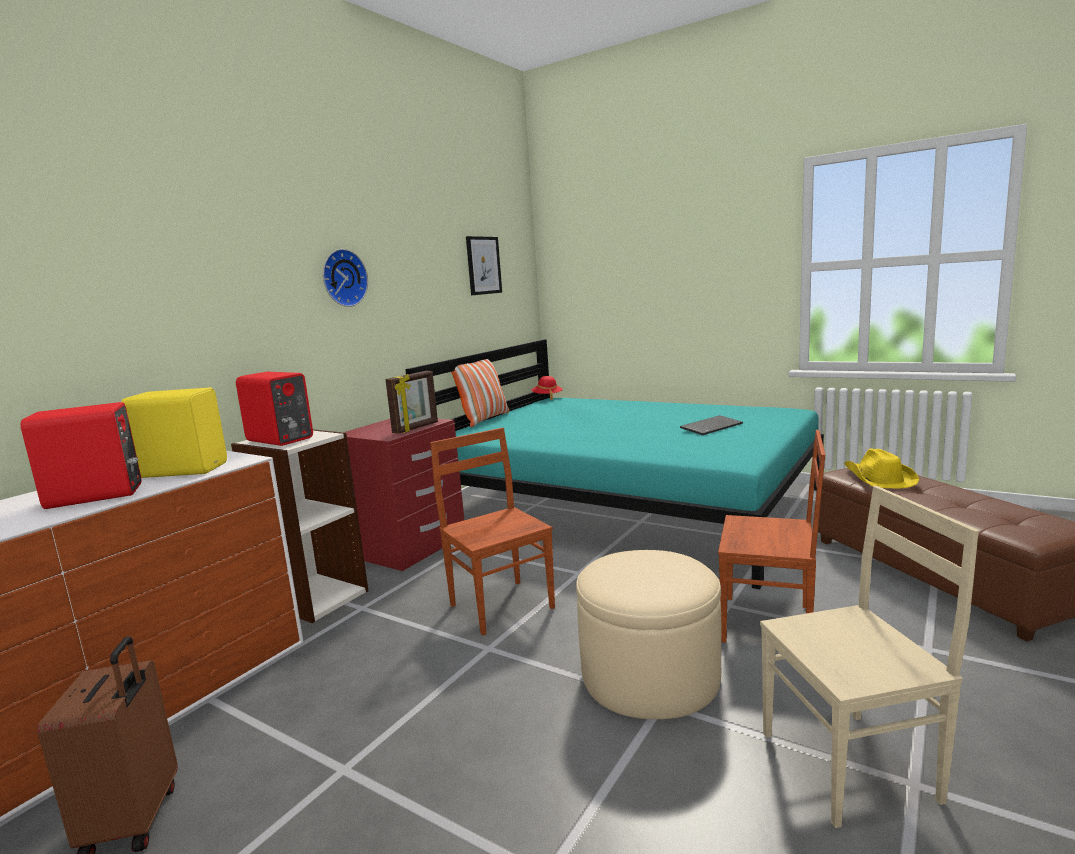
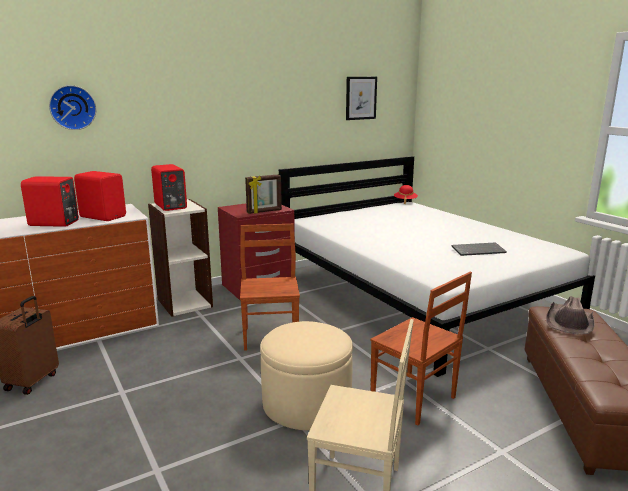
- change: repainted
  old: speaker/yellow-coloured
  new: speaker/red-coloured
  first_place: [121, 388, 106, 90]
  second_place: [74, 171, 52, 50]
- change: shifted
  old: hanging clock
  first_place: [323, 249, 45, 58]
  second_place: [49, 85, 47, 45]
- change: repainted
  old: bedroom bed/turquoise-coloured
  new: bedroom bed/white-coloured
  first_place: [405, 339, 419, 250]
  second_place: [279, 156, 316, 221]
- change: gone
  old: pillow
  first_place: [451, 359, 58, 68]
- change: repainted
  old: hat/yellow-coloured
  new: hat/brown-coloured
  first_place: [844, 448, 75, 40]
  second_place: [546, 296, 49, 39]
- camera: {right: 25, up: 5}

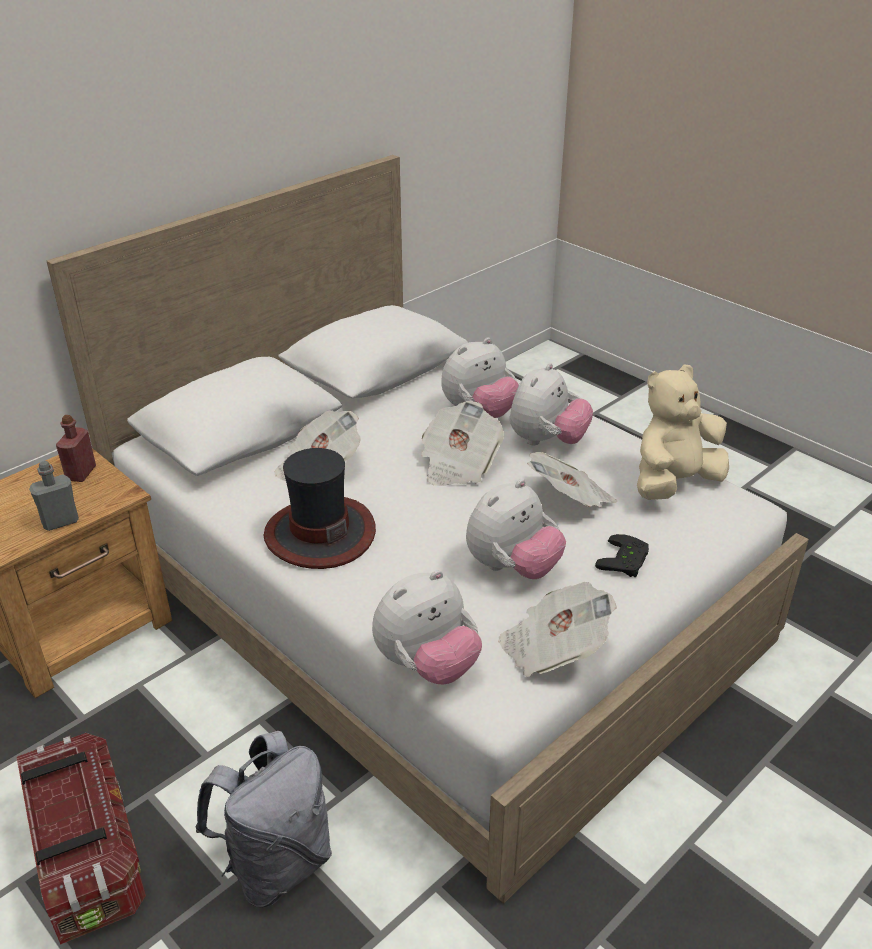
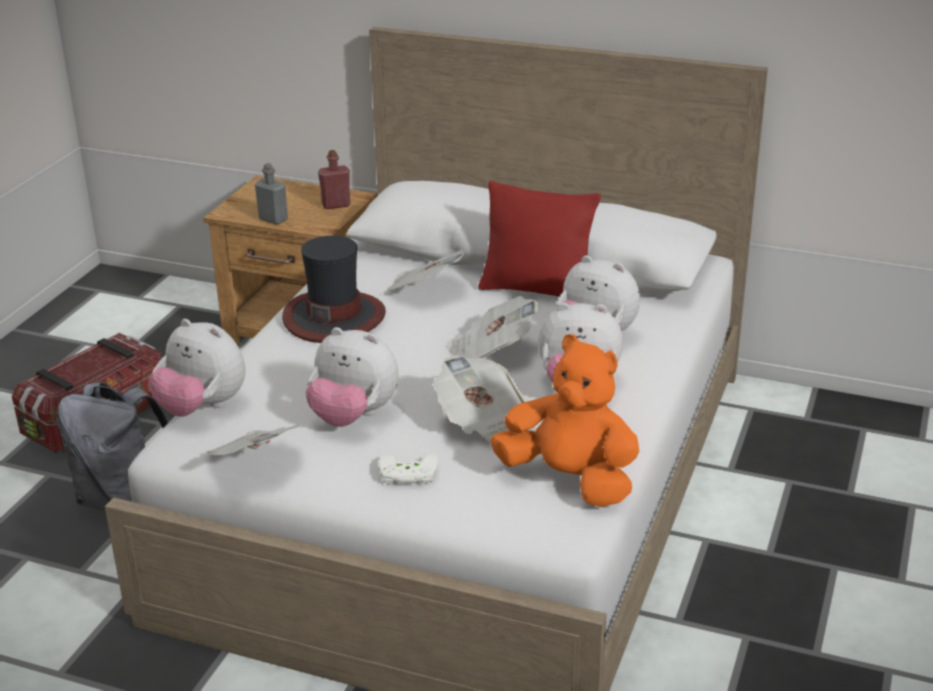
- change: repainted
  old: game controller/black
  new: game controller/white-coloured
  first_place: [595, 534, 54, 43]
  second_place: [379, 454, 59, 31]
- change: repainted
  old: cuddly toy/sand-coloured
  new: cuddly toy/orange
  first_place: [637, 364, 92, 136]
  second_place: [490, 334, 150, 173]
- change: new
  new: pillow/red-coloured
  second_place: [478, 181, 123, 116]
- camera: {right: 65, up: -5}

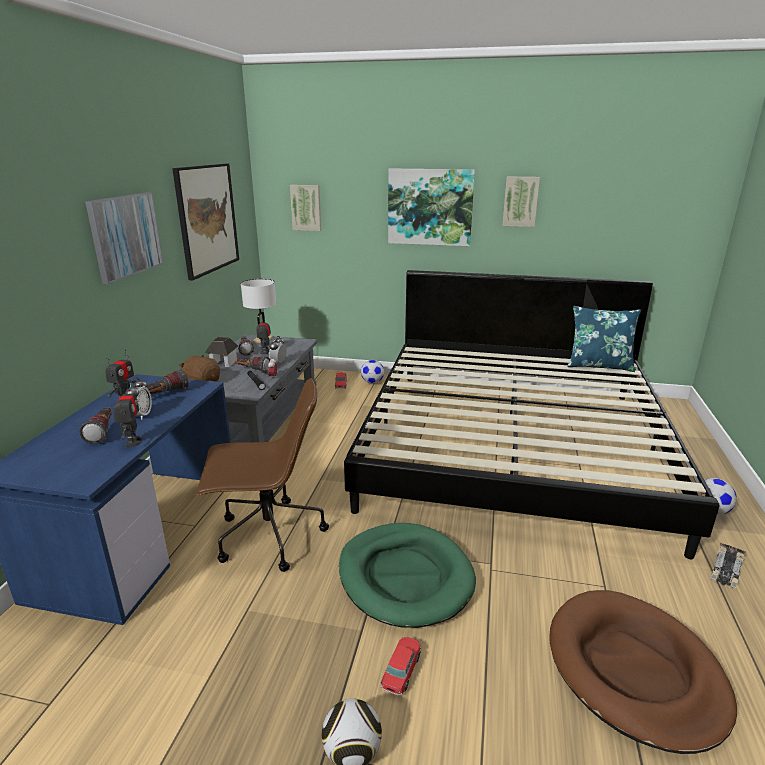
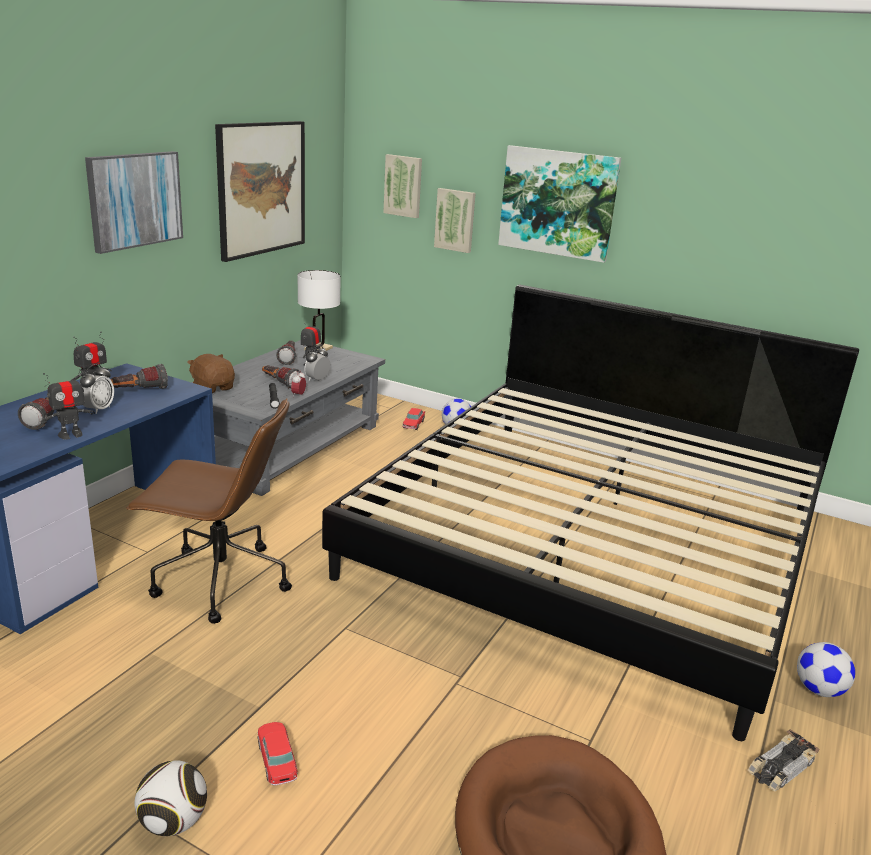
- change: rotated
  old: robot figure
  first_place: [113, 382, 30, 65]
  second_place: [41, 369, 54, 71]
  degrees: 45
- change: gone
  old: toy house
  first_place: [205, 337, 33, 30]
- change: gone
  old: dog cushion/greenish
  first_place: [339, 523, 137, 105]
- change: rotated
  old: model car
  first_place: [381, 637, 40, 58]
  second_place: [257, 722, 41, 63]
  degrees: -60
- change: shifted
  old: wall art
  first_place: [502, 177, 38, 50]
  second_place: [434, 188, 42, 65]
- change: gone
  old: pillow/blue
  first_place: [567, 306, 74, 66]
- camera: {right: 15, up: 0}

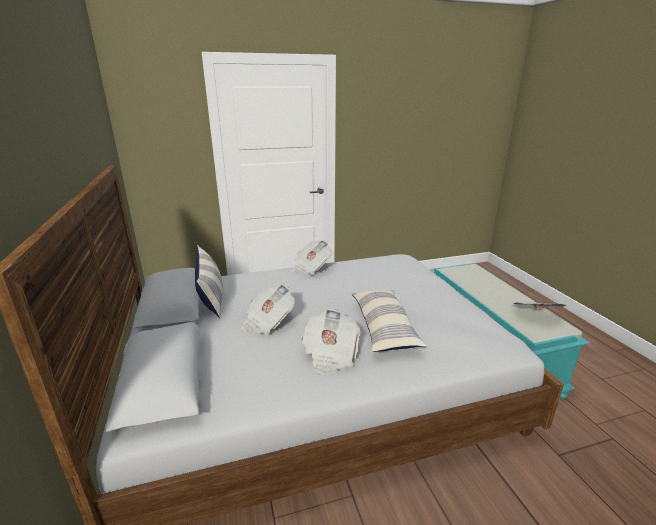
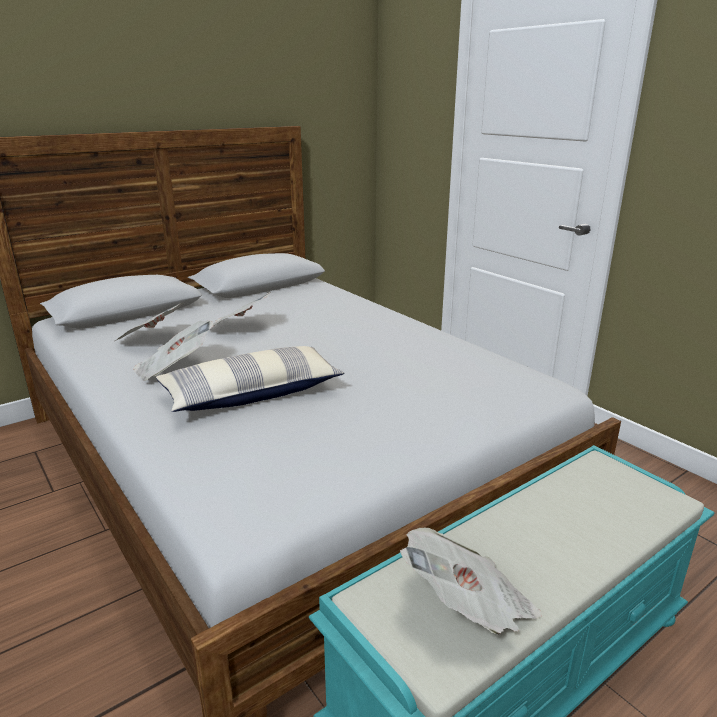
- change: gone
  old: pillow
  first_place: [195, 245, 28, 73]
- change: shifted
  old: newspaper
  first_place: [291, 240, 42, 35]
  second_place: [115, 302, 70, 39]
- camera: {right: 70, up: 0}

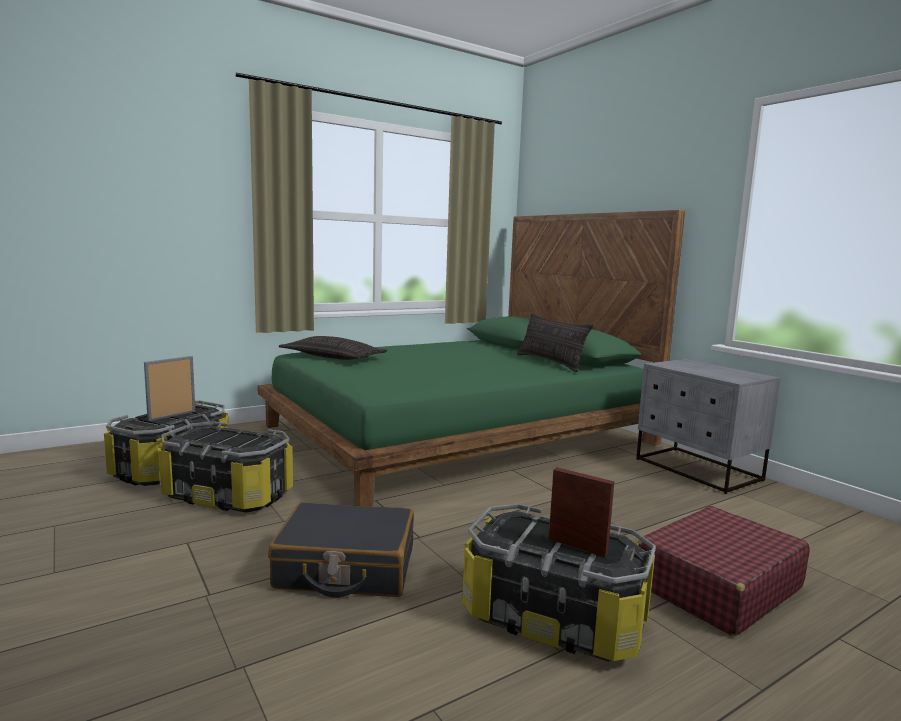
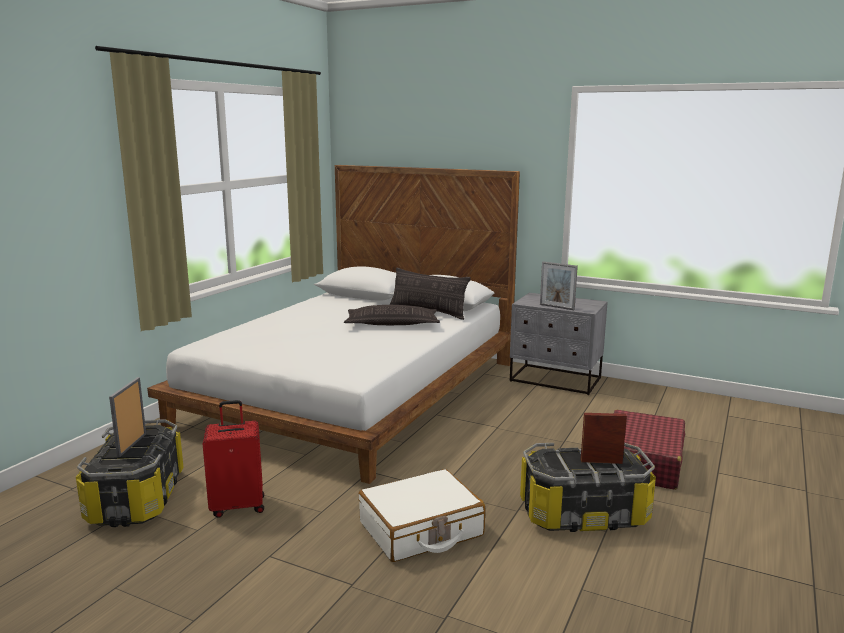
- change: swapped
  old: storage container
  new: travel case/red-coloured
  first_place: [158, 422, 135, 90]
  second_place: [203, 400, 61, 118]
- change: repainted
  old: bedroom bed/greenish
  new: bedroom bed/white-coloured
  first_place: [258, 210, 427, 297]
  second_place: [147, 165, 373, 319]
- change: repainted
  old: travel case/black
  new: travel case/white-coloured
  first_place: [268, 502, 146, 96]
  second_place: [358, 469, 127, 93]
- change: shifted
  old: pillow
  first_place: [278, 336, 109, 24]
  second_place: [344, 305, 96, 20]
- change: new
  new: photo frame
  second_place: [540, 261, 38, 49]
- camera: {right: -30, up: 5}

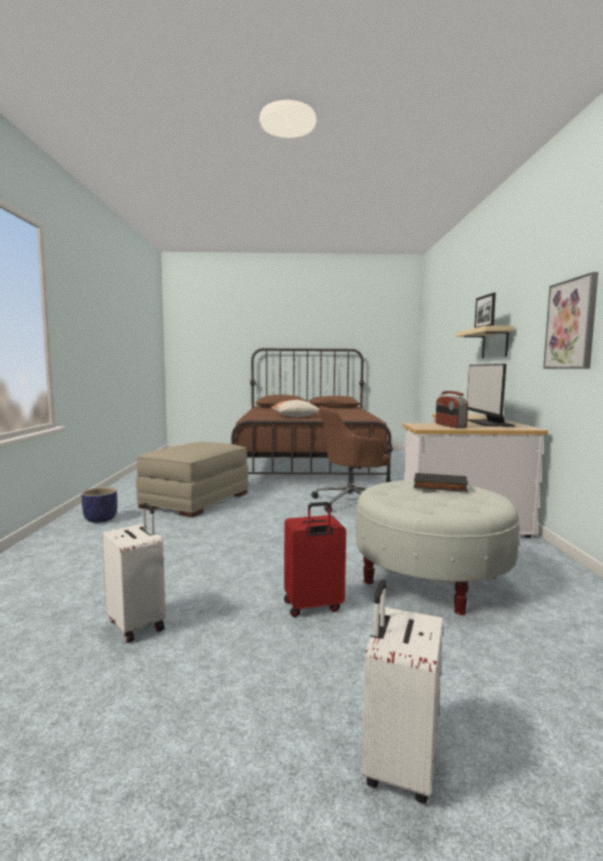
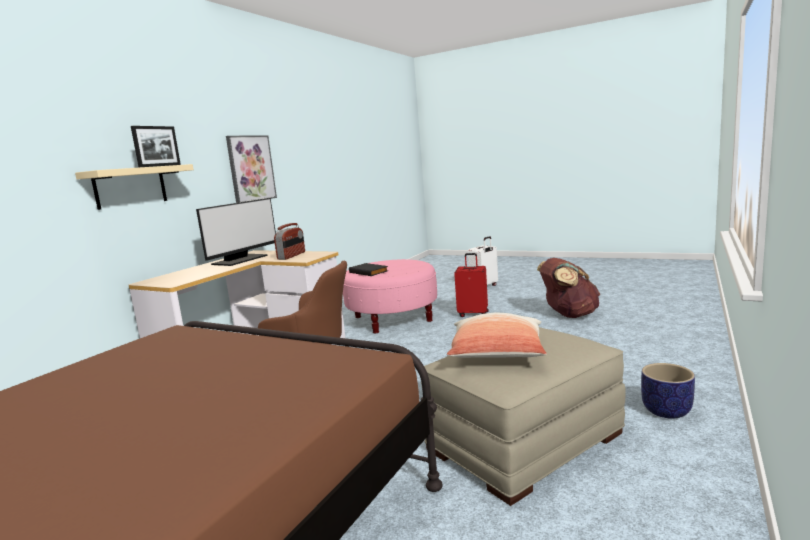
- change: swapped
  old: travel case/white-coloured
  new: rucksack/brown-coloured
  first_place: [102, 503, 64, 140]
  second_place: [537, 258, 64, 60]
- change: shifted
  old: pillow
  first_place: [271, 400, 48, 17]
  second_place: [447, 313, 100, 45]
- change: repainted
  old: footrest/white-coloured
  new: footrest/pink-coloured
  first_place: [355, 480, 165, 135]
  second_place: [343, 259, 94, 74]
- camera: {right: -150, up: 5}

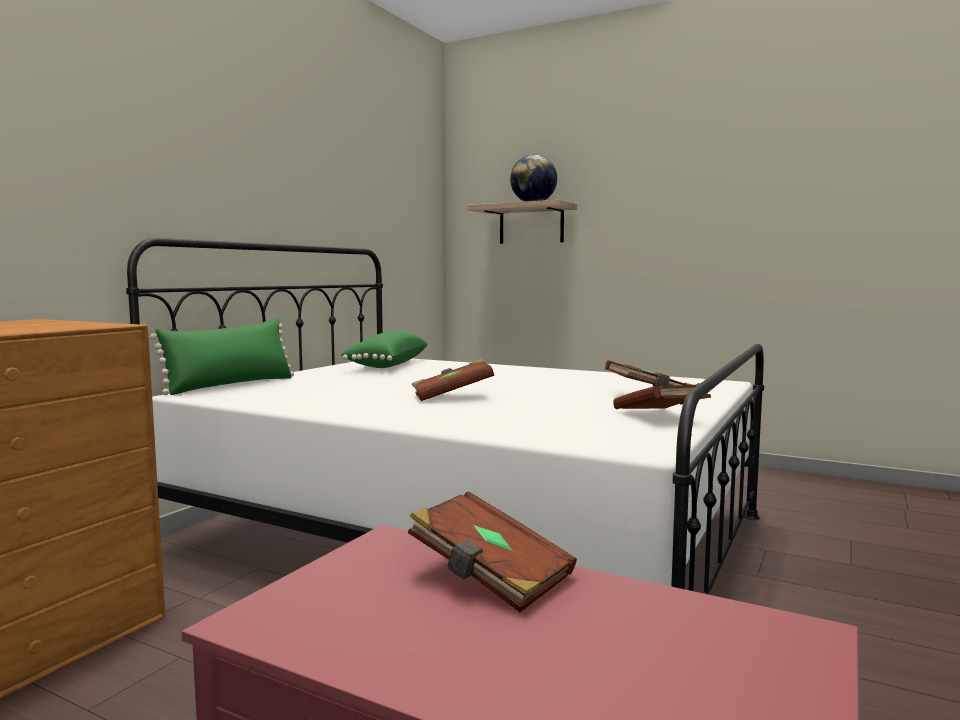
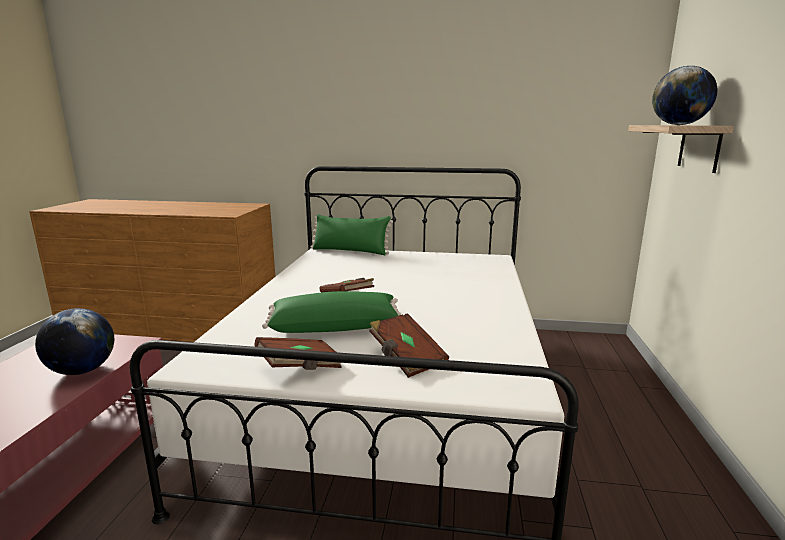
- change: shifted
  old: pillow/greenish
  first_place: [341, 331, 87, 37]
  second_place: [262, 291, 139, 42]
- change: swapped
  old: bound book/brown-coloured
  new: world globe
  first_place: [408, 491, 169, 121]
  second_place: [35, 308, 79, 67]
- camera: {right: 70, up: 10}

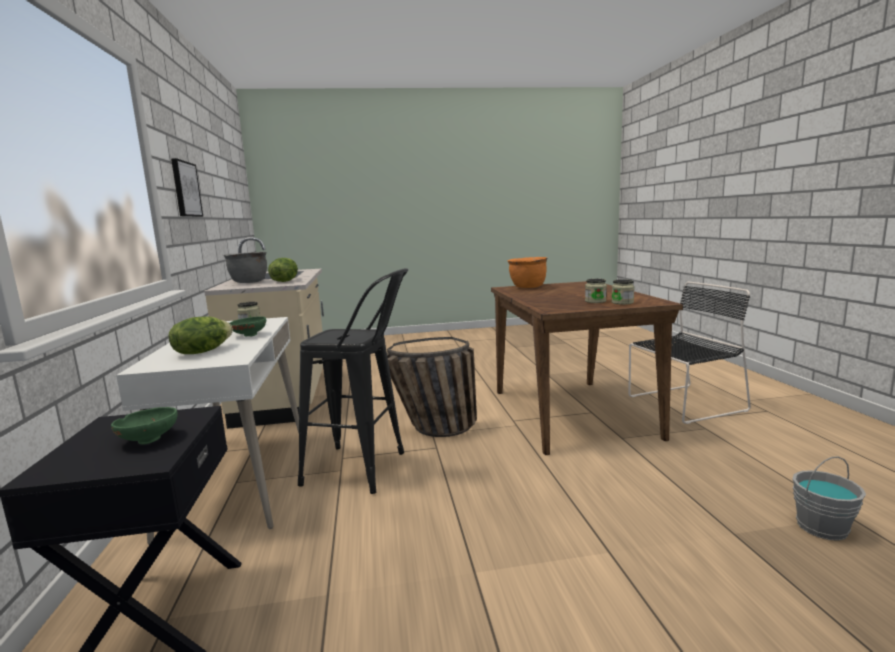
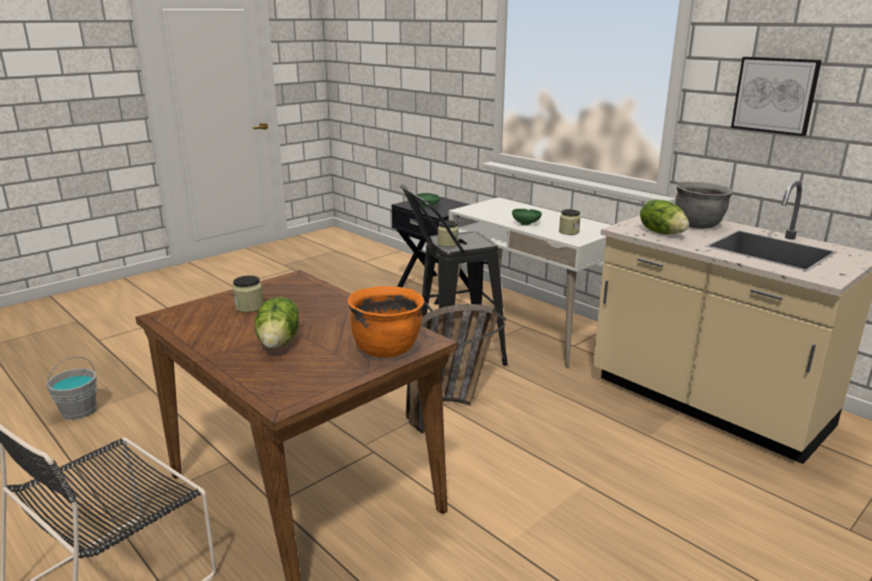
- change: shifted
  old: head of lettuce
  first_place: [169, 316, 64, 38]
  second_place: [255, 297, 44, 52]
- change: shifted
  old: jar
  first_place: [611, 279, 23, 26]
  second_place: [438, 220, 21, 27]
- camera: {right: 145, up: 10}

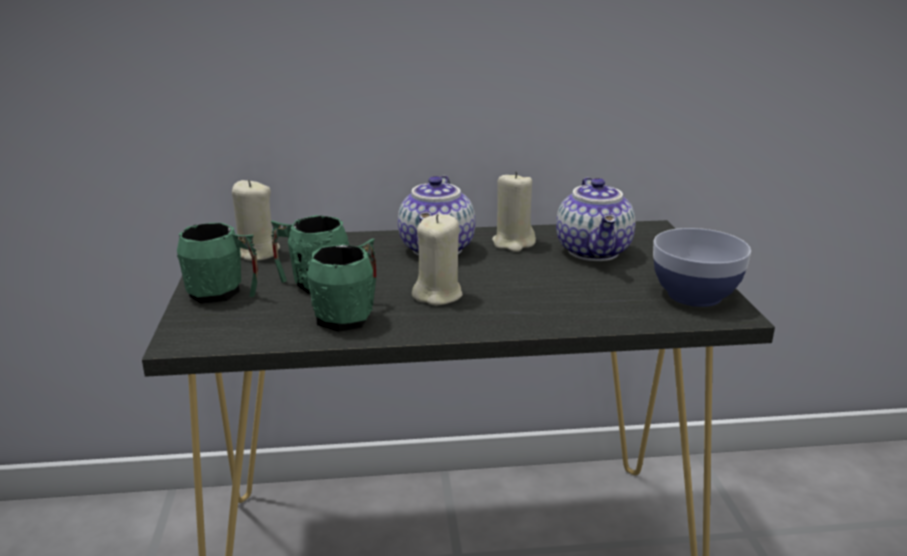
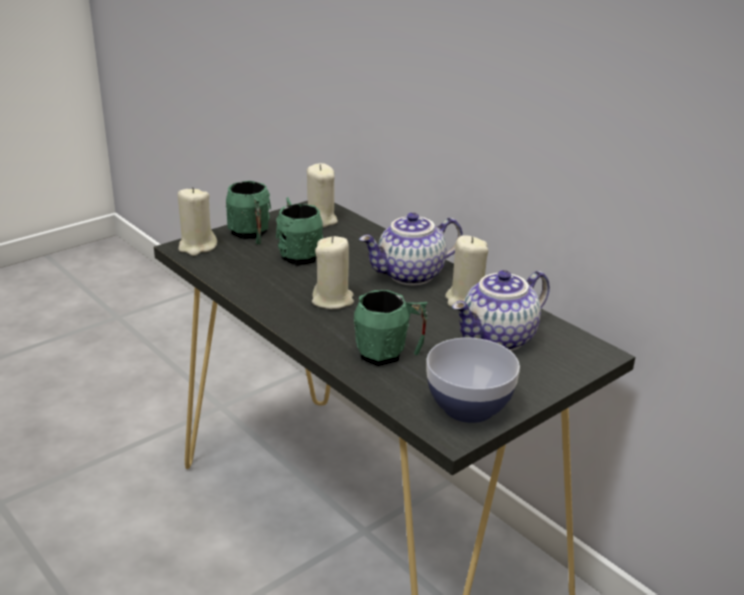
- change: shifted
  old: tea mug/greenish
  first_place: [307, 238, 69, 94]
  second_place: [353, 290, 75, 76]
- change: new
  new: wax candle/sand-coloured
  second_place: [178, 187, 39, 69]
- camera: {right: 55, up: 5}

